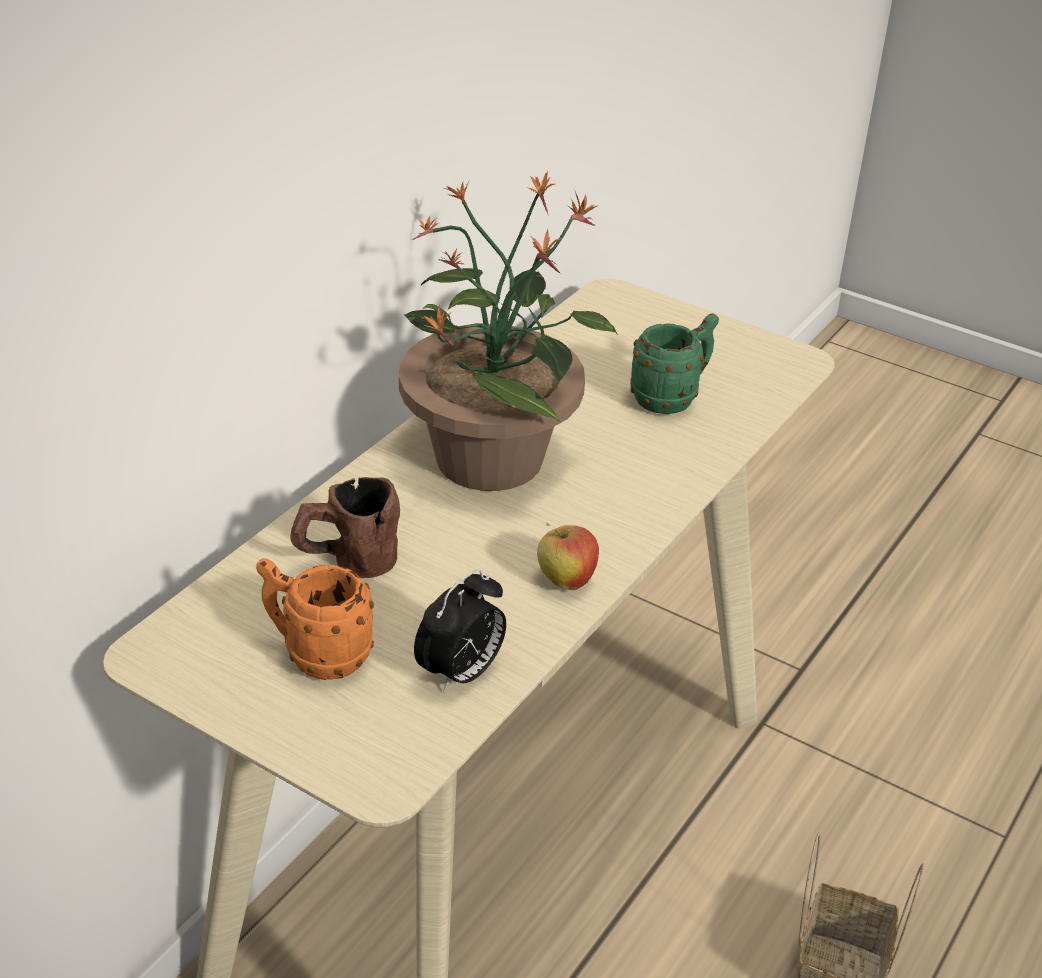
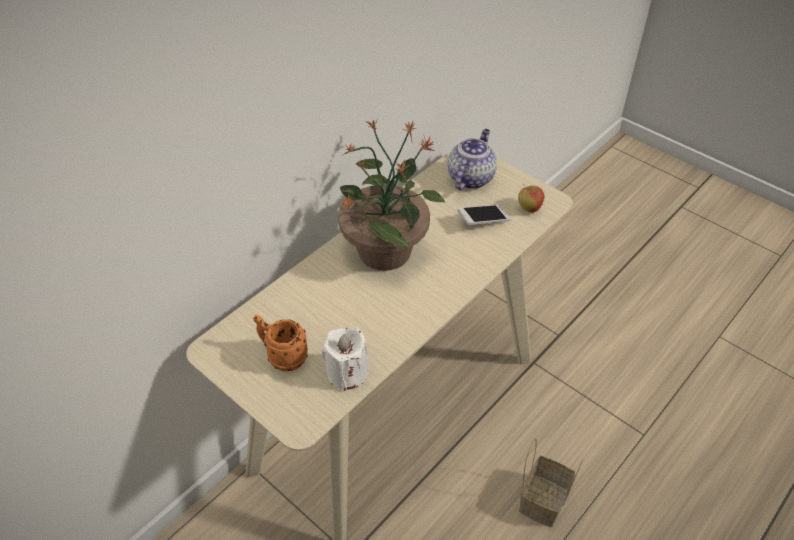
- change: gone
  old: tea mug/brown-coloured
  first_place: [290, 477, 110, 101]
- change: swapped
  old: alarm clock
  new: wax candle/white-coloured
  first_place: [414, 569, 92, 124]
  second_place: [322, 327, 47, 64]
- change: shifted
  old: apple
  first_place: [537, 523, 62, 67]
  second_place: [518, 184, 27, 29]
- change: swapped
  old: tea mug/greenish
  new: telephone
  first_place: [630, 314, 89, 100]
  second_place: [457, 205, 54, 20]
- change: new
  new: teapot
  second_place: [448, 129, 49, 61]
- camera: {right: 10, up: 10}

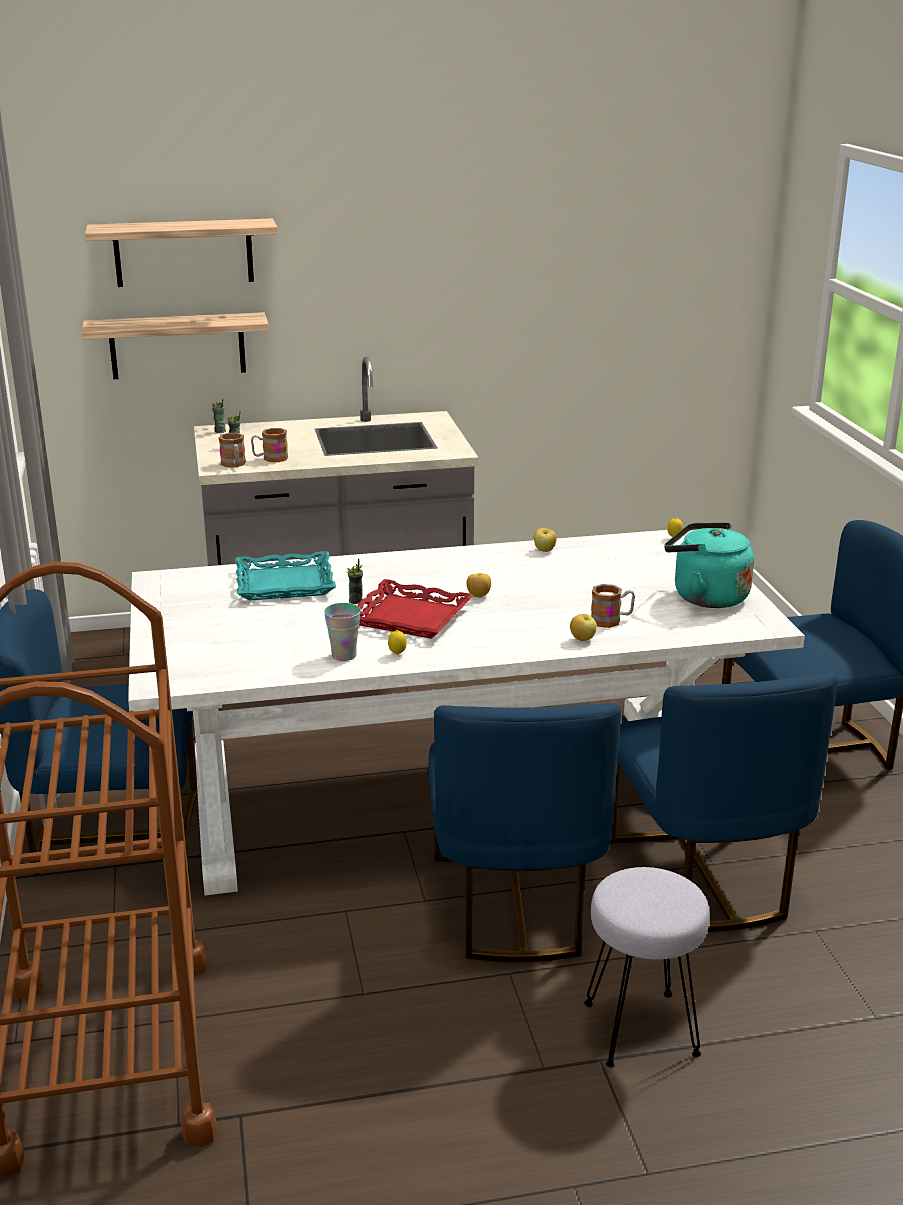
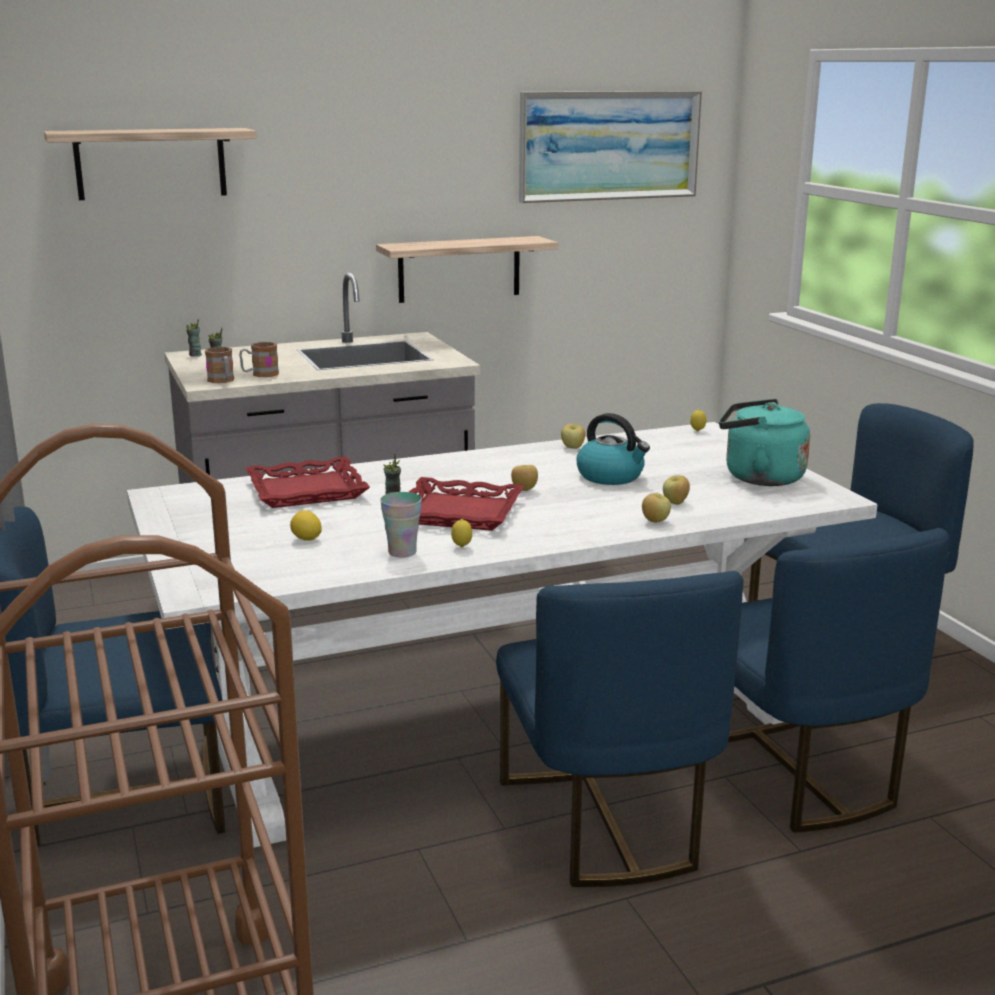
- change: shifted
  old: shelf
  first_place: [81, 312, 188, 67]
  second_place: [376, 236, 182, 67]
- change: repainted
  old: tray/turquoise-coloured
  new: tray/red-coloured
  first_place: [235, 551, 101, 49]
  second_place: [245, 456, 125, 52]
- change: gone
  old: stool/greyish
  first_place: [584, 867, 126, 201]
- change: swapped
  old: tea mug
  new: apple
  first_place: [591, 584, 44, 44]
  second_place: [663, 475, 27, 30]
- change: new
  new: whole lemon
  second_place: [290, 510, 32, 31]
- change: new
  new: wall art
  second_place: [519, 91, 183, 112]
- change: new
  new: kettle
  second_place: [576, 413, 74, 72]
- camera: {right: -10, up: -5}

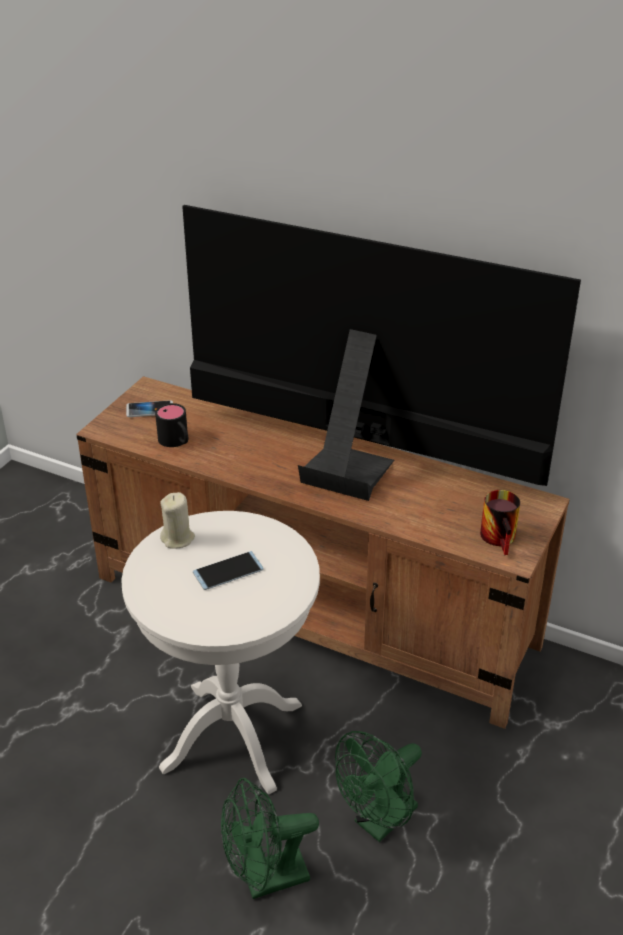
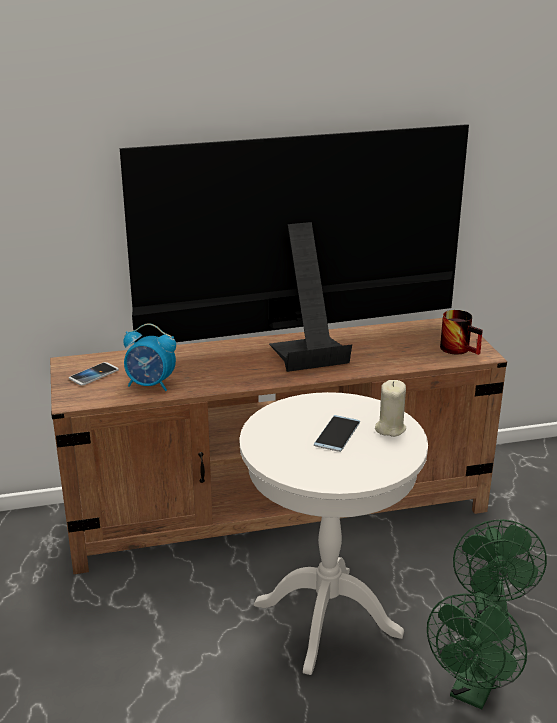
- change: swapped
  old: tea mug/black
  new: alarm clock
  first_place: [155, 403, 33, 44]
  second_place: [123, 323, 53, 68]
- change: shifted
  old: wax candle/sand-coloured
  first_place: [160, 492, 35, 57]
  second_place: [375, 380, 31, 57]
- camera: {right: -40, up: -10}

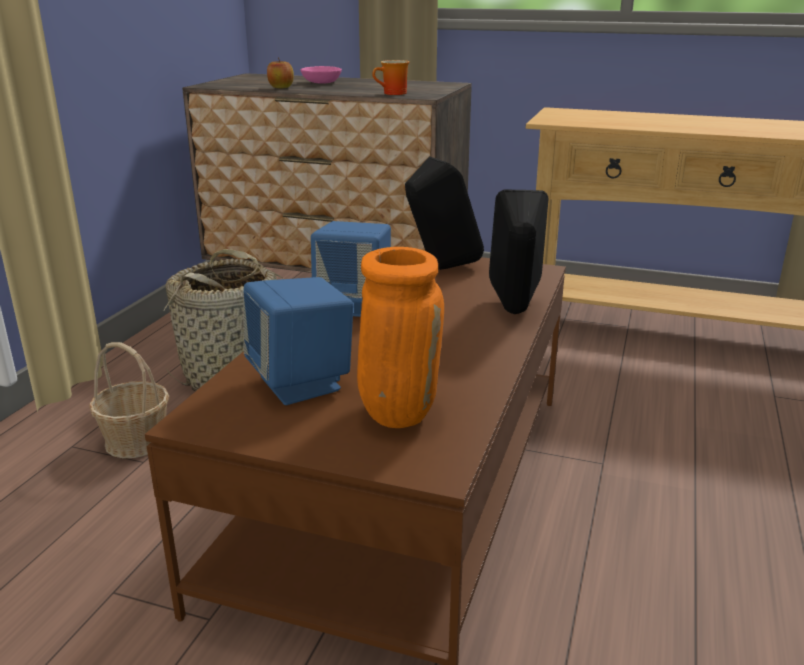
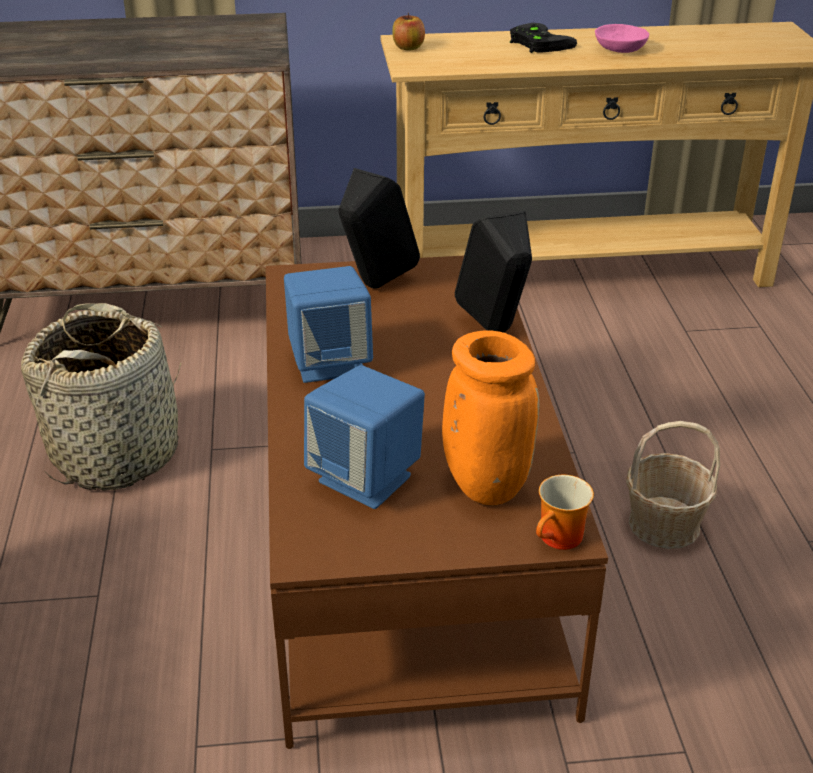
- change: shifted
  old: storage basket
  first_place: [89, 342, 80, 117]
  second_place: [626, 421, 94, 128]
- change: shifted
  old: apple
  first_place: [267, 57, 27, 31]
  second_place: [393, 13, 32, 37]
- change: shifted
  old: serving bowl/pink-coloured
  first_place: [300, 66, 42, 18]
  second_place: [595, 24, 54, 29]
- change: shifted
  old: tea mug
  first_place: [372, 60, 37, 35]
  second_place: [536, 475, 58, 75]
- change: new
  new: game controller/black
  second_place: [510, 23, 67, 30]
- camera: {right: -25, up: 10}

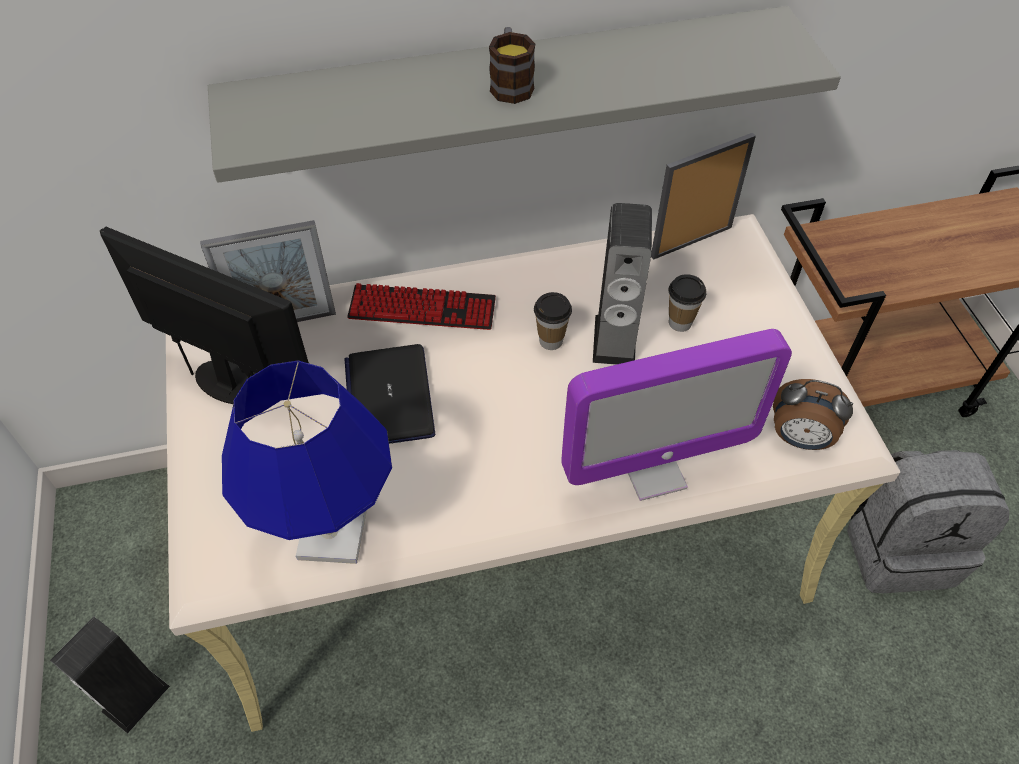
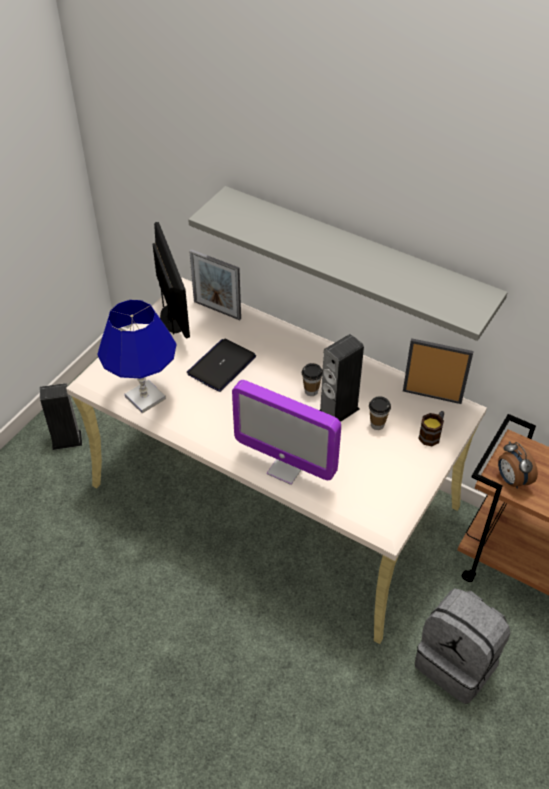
- change: gone
  old: keyboard
  first_place: [347, 283, 149, 47]
- change: shifted
  old: tea mug
  first_place: [489, 27, 46, 77]
  second_place: [418, 411, 26, 35]
- change: shifted
  old: alarm clock
  first_place: [773, 379, 80, 71]
  second_place: [498, 441, 40, 48]
- camera: {right: 45, up: -5}

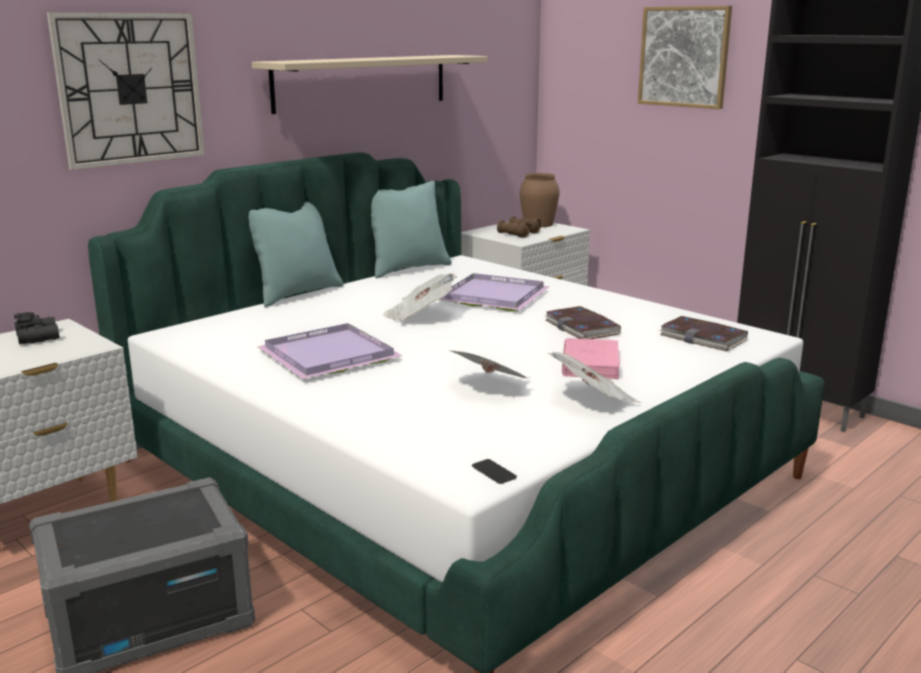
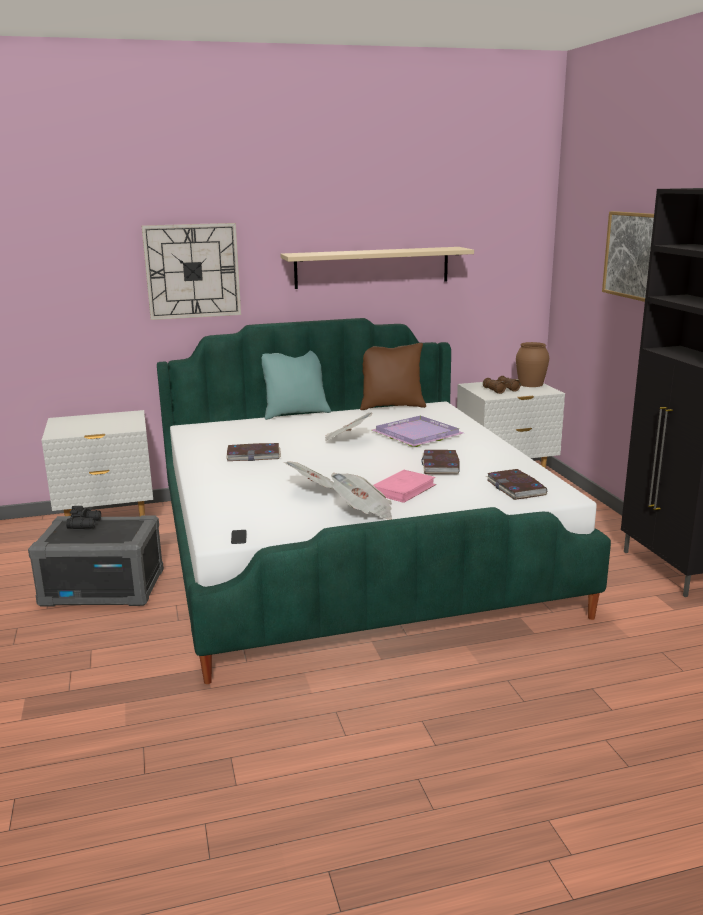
- change: shifted
  old: field glasses/black
  first_place: [14, 312, 46, 32]
  second_place: [66, 506, 35, 23]
- change: swapped
  old: tray/purplish
  new: bound book
  first_place: [257, 323, 146, 56]
  second_place: [226, 443, 55, 18]
- change: repainted
  old: pillow/turquoise-coloured
  new: pillow/brown-coloured
  first_place: [371, 181, 81, 97]
  second_place: [360, 343, 66, 67]
- camera: {right: 30, up: 0}

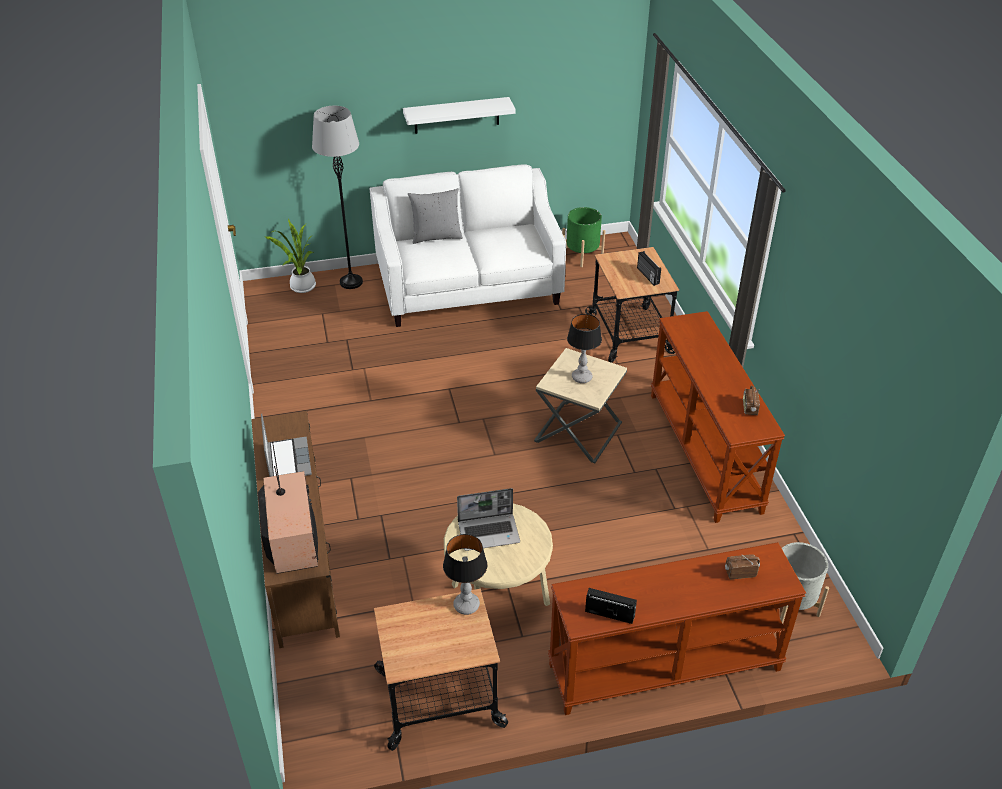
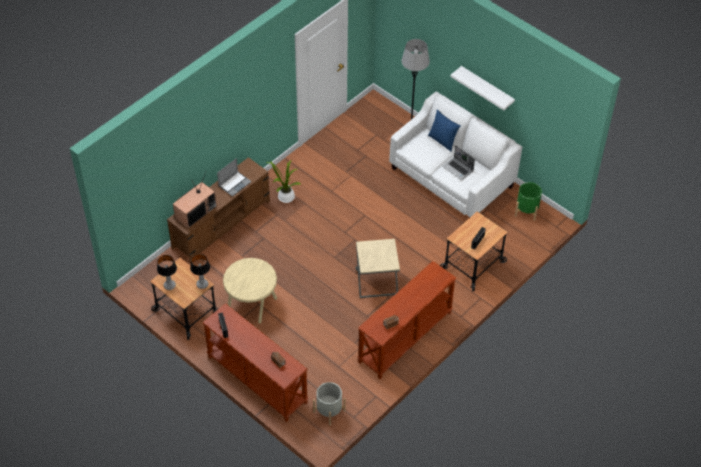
- change: shifted
  old: houseplant
  first_place: [265, 219, 51, 74]
  second_place: [266, 160, 34, 43]
- change: repainted
  old: pillow/greyish
  new: pillow/blue
  first_place: [408, 188, 55, 56]
  second_place: [428, 109, 33, 43]
- change: shifted
  old: notebook computer
  first_place: [457, 488, 63, 63]
  second_place: [442, 146, 33, 34]
- change: shifted
  old: table lamp
  first_place: [567, 314, 35, 69]
  second_place: [157, 255, 20, 35]
- camera: {right: 55, up: 10}

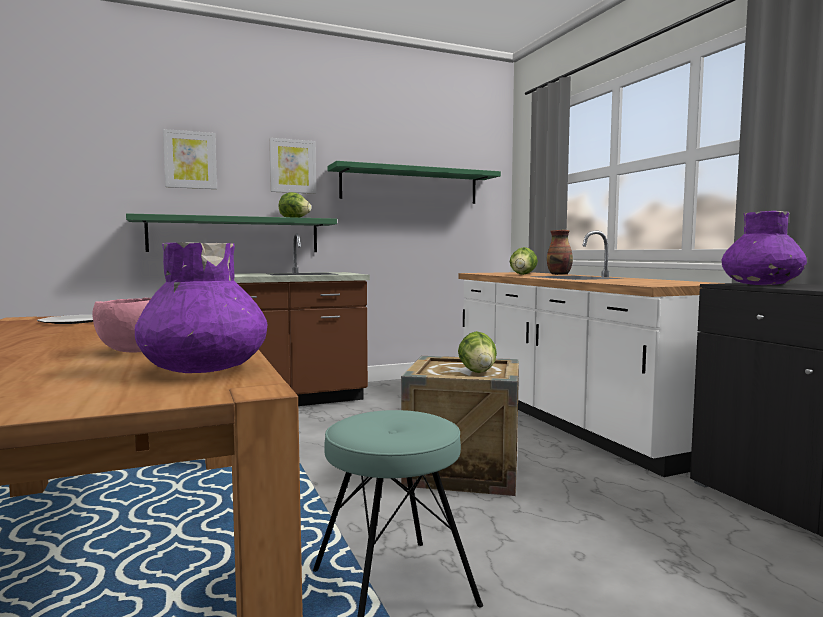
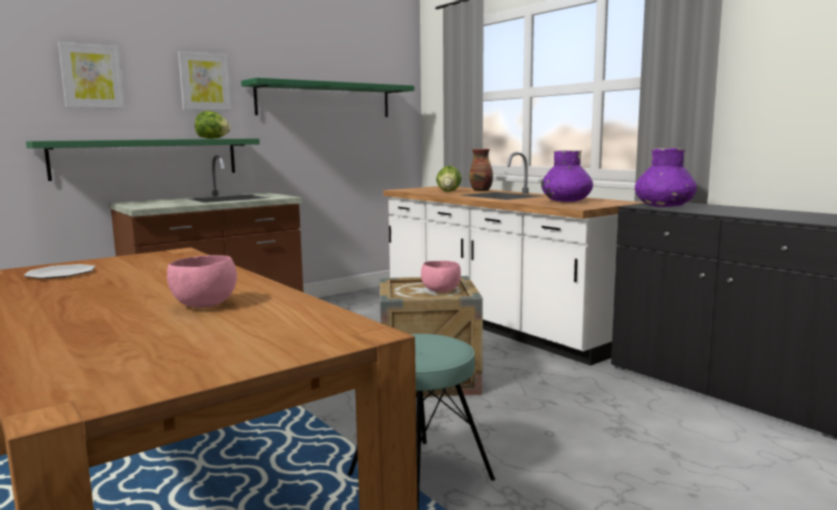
- change: shifted
  old: decorative vase/purplish
  first_place: [135, 242, 132, 131]
  second_place: [541, 150, 52, 52]
- change: swapped
  old: head of lettuce
  new: serving bowl/pink-coloured
  first_place: [458, 331, 39, 42]
  second_place: [421, 261, 40, 31]
- camera: {right: -15, up: 5}

